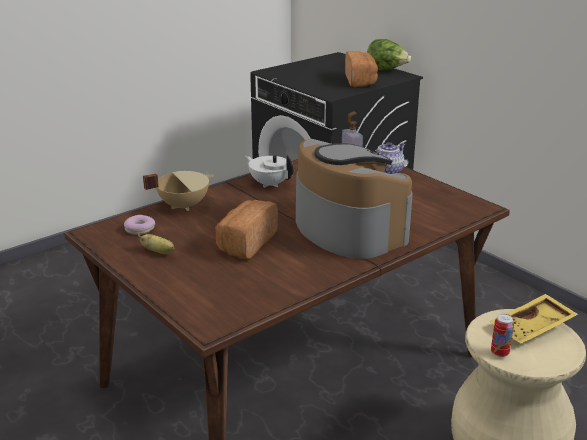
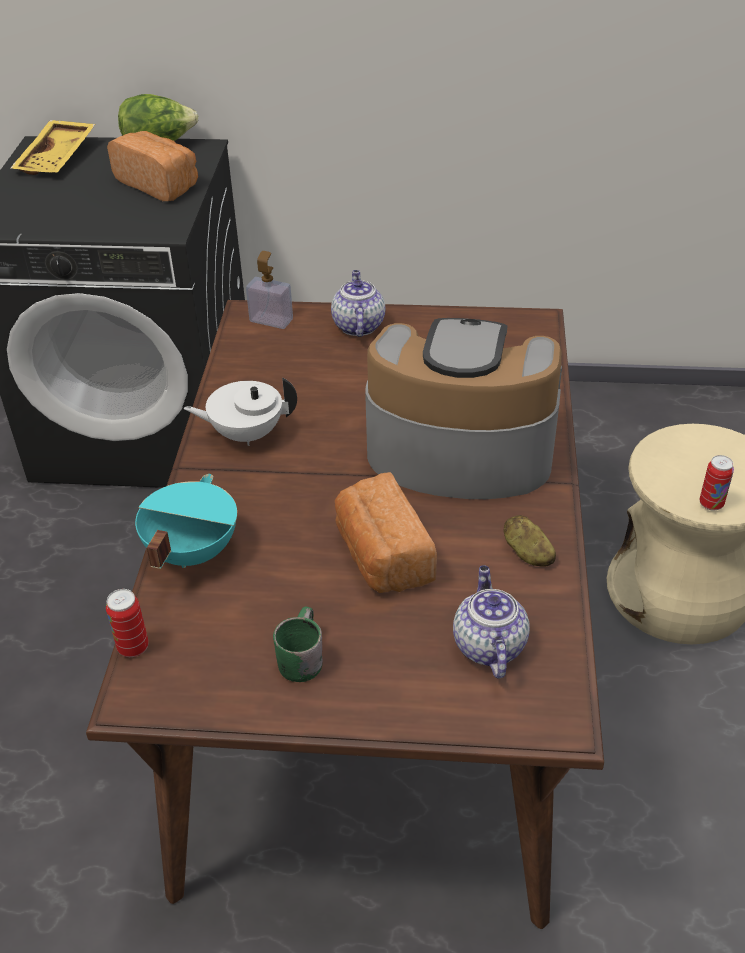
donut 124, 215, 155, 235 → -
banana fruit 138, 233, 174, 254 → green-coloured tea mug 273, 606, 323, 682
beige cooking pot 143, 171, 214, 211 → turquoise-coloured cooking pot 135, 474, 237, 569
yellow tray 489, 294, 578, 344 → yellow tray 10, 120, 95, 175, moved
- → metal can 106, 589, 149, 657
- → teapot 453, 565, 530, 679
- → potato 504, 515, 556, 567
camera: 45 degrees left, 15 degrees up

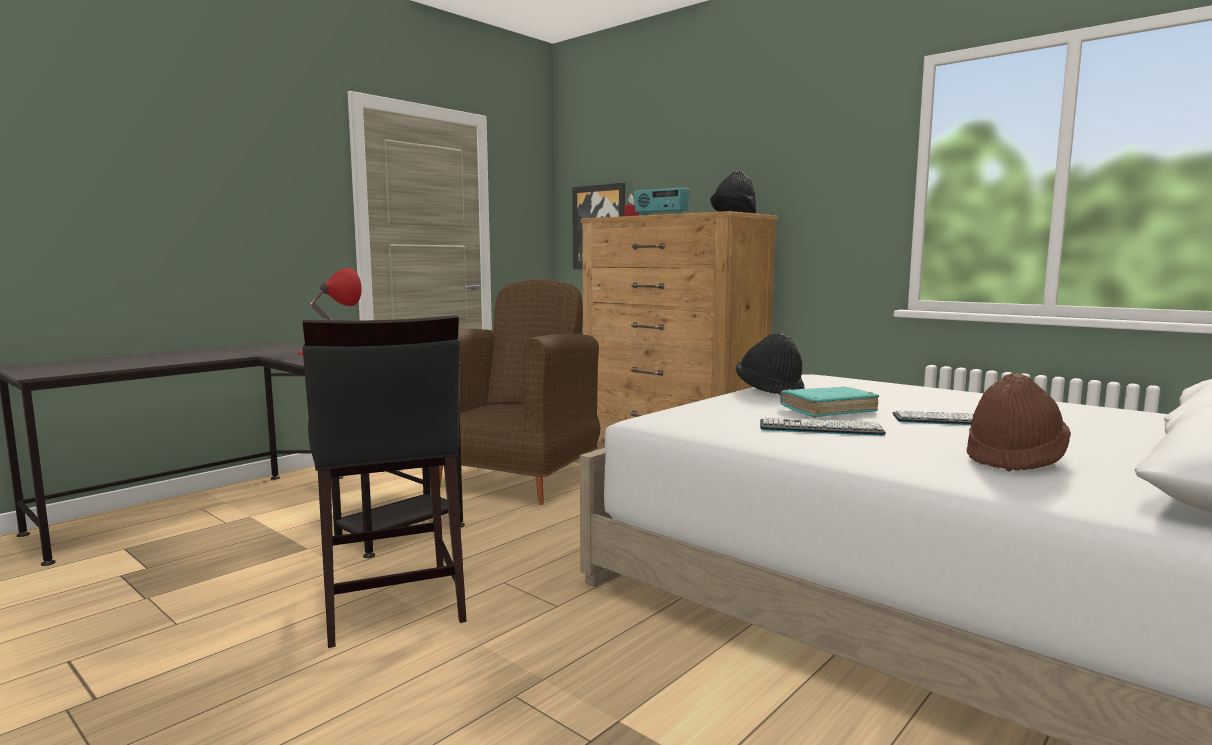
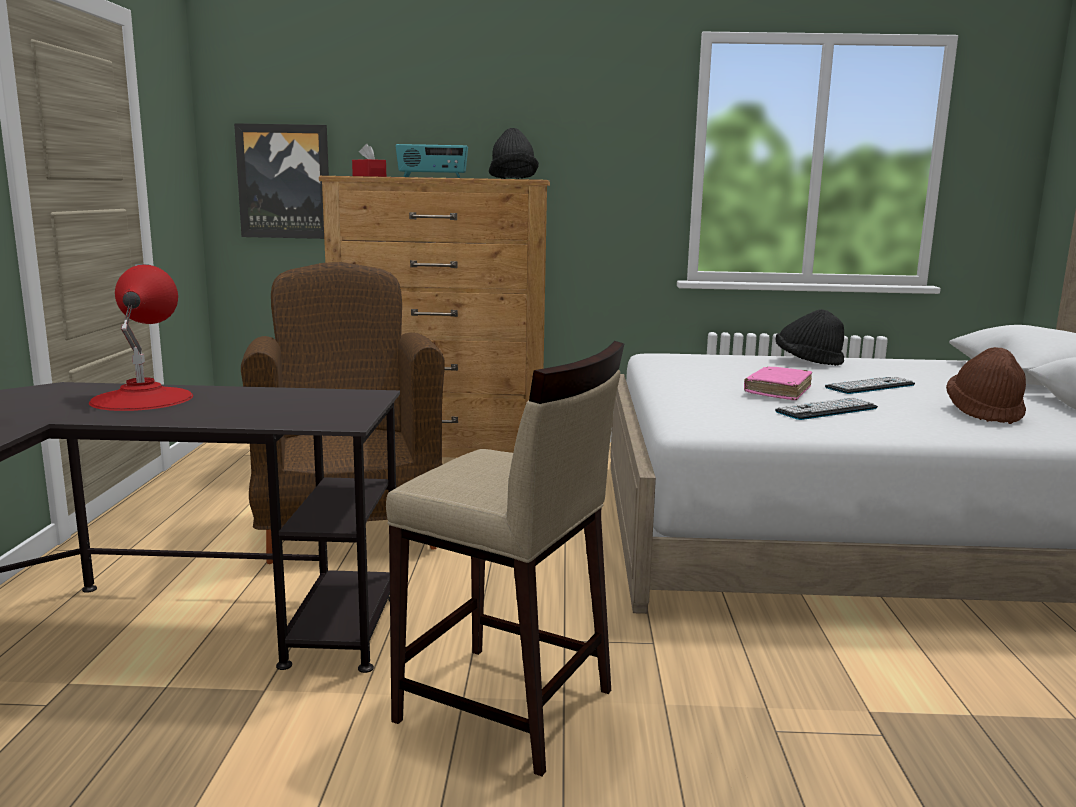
black-coloured sitting stool 303, 315, 467, 648 → beige sitting stool 386, 341, 624, 776
black-coloured wearable hat 736, 333, 805, 395 → black-coloured wearable hat 776, 309, 844, 366, moved
turquoise-coloured volume 780, 386, 879, 418 → pink-coloured volume 744, 367, 812, 400
camera: 40 degrees left, 5 degrees up

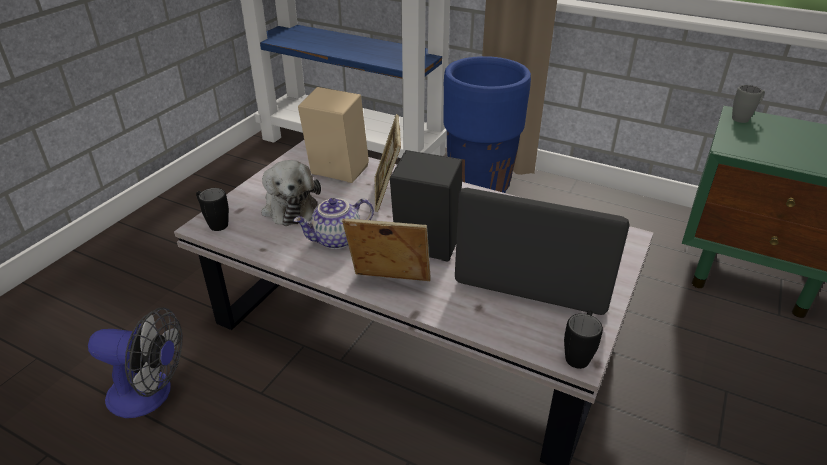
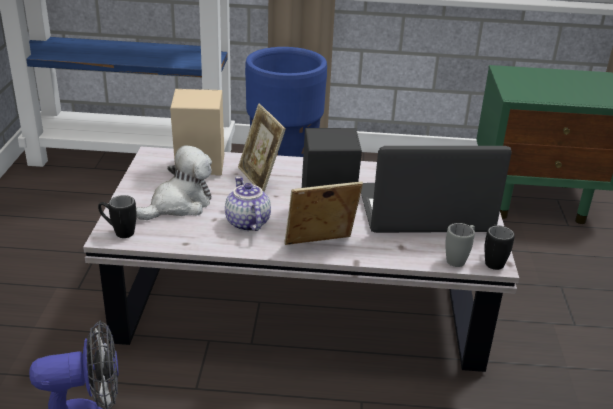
soft toy 261, 160, 321, 226 → soft toy 136, 145, 212, 220, 90 degrees counterclockwise
teapot 293, 198, 374, 249 → teapot 225, 176, 271, 231, 120 degrees clockwise
grey tea mug 732, 85, 765, 123 → grey tea mug 445, 223, 475, 267, moved
camera: 25 degrees left, 5 degrees down

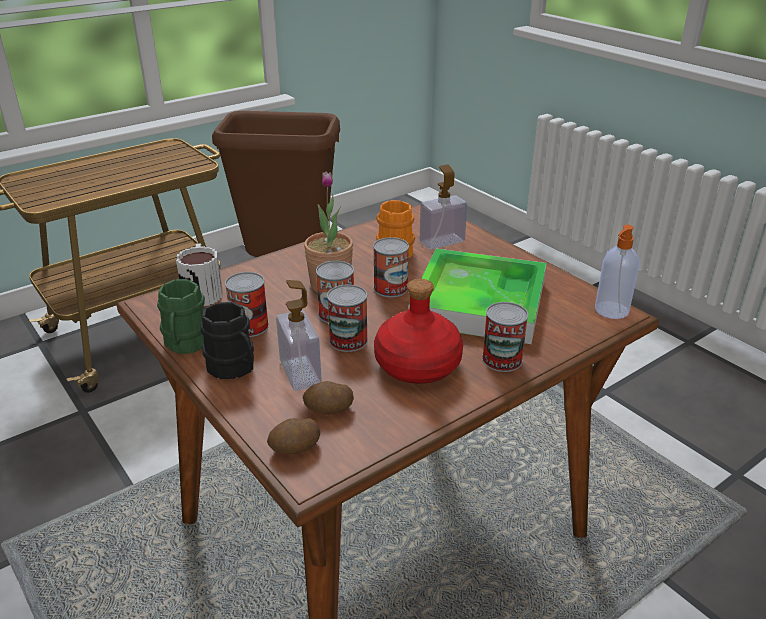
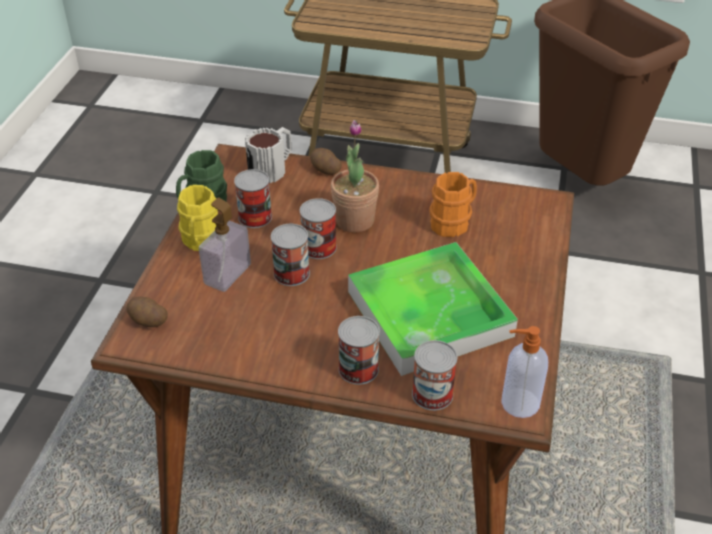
black-coloured tea mug 200, 302, 254, 379 → yellow tea mug 177, 185, 218, 251
potato 303, 381, 354, 414 → potato 310, 148, 342, 175, moved
metal can 373, 237, 409, 297 → metal can 412, 340, 457, 411, moved
red-coloured beverage bottle 374, 279, 463, 384 → -
soap bottle 420, 165, 467, 250 → -
camera: 50 degrees right, 10 degrees up

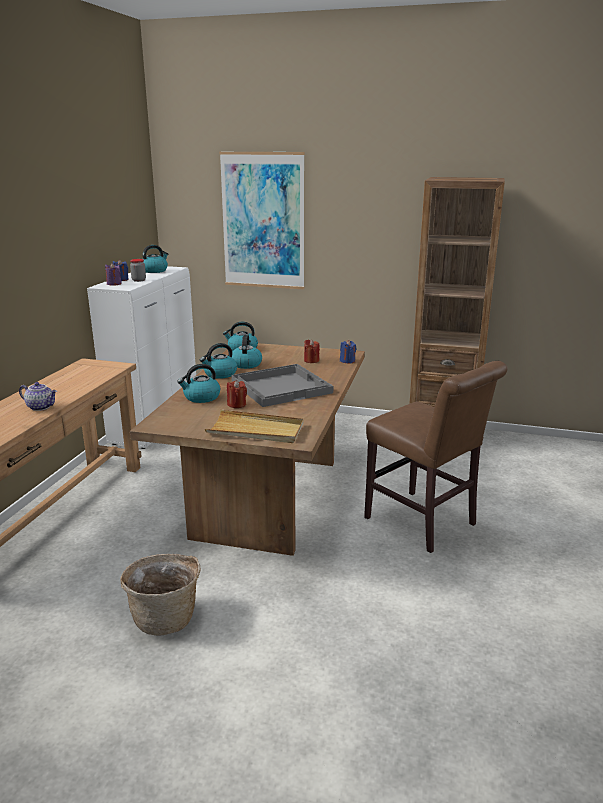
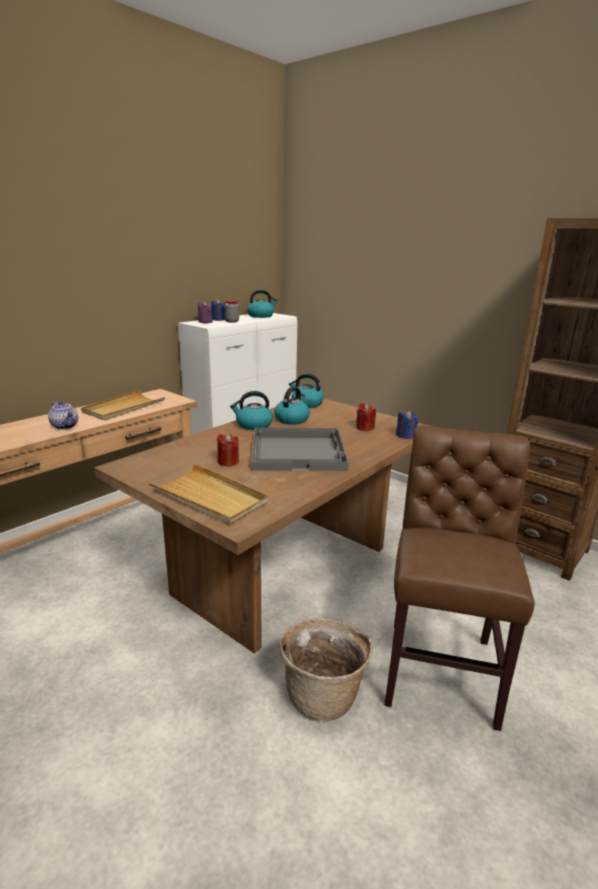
household basket 120, 554, 200, 636 → household basket 279, 618, 373, 721, moved
water kettle 177, 364, 220, 403 → -
wall picture 219, 152, 305, 289 → -
brown-coloured chair 364, 361, 507, 553 → brown-coloured chair 385, 426, 535, 731, 150 degrees counterclockwise
- → beige tray 81, 390, 165, 421
camera: 25 degrees right, 0 degrees up

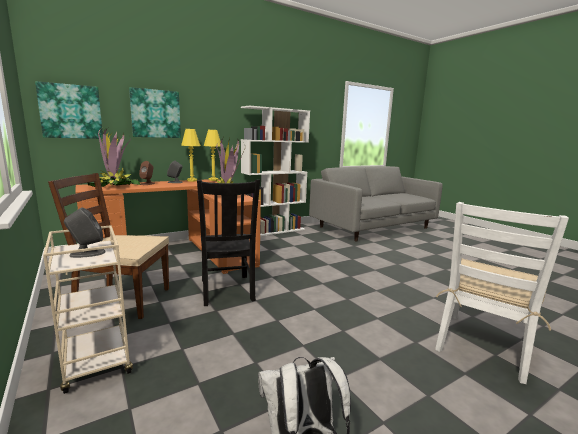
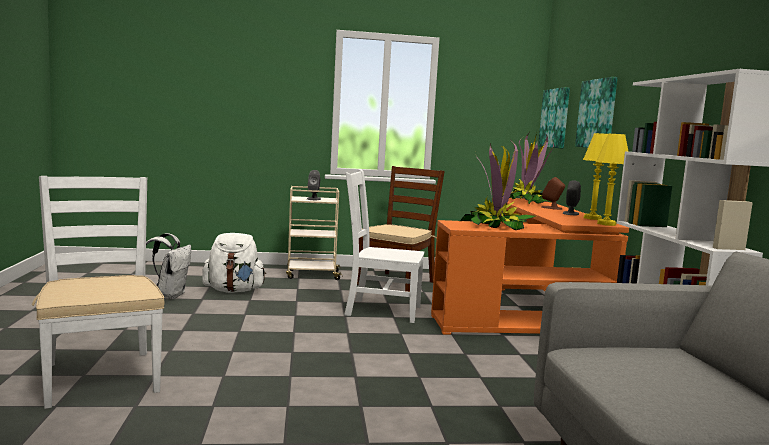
black-coloured chair 197, 179, 260, 306 → white-coloured chair 344, 169, 424, 323
- → white-coloured knapsack 202, 233, 266, 293
camera: 115 degrees right, 5 degrees down

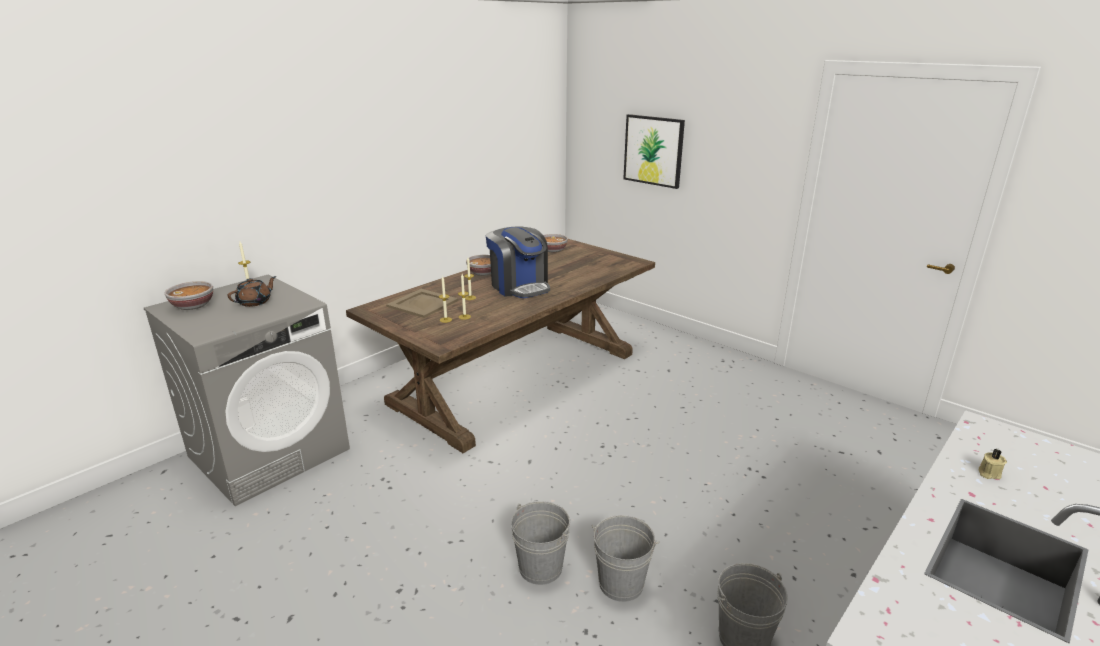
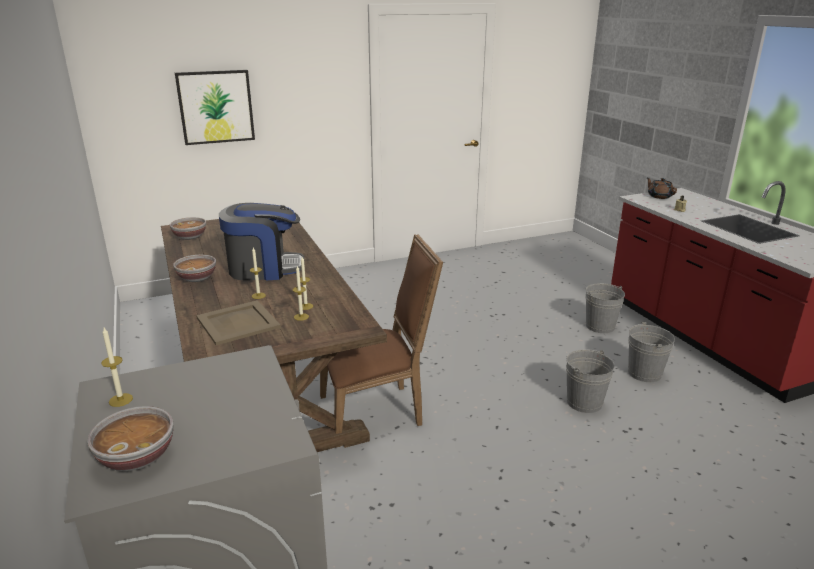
brown-coloured teapot 228, 276, 276, 307 → brown-coloured teapot 646, 177, 677, 199, moved
grey bucket 511, 501, 570, 585 → grey bucket 585, 283, 625, 333, moved
- → brown-coloured chair 320, 234, 443, 447
camera: 65 degrees left, 0 degrees up

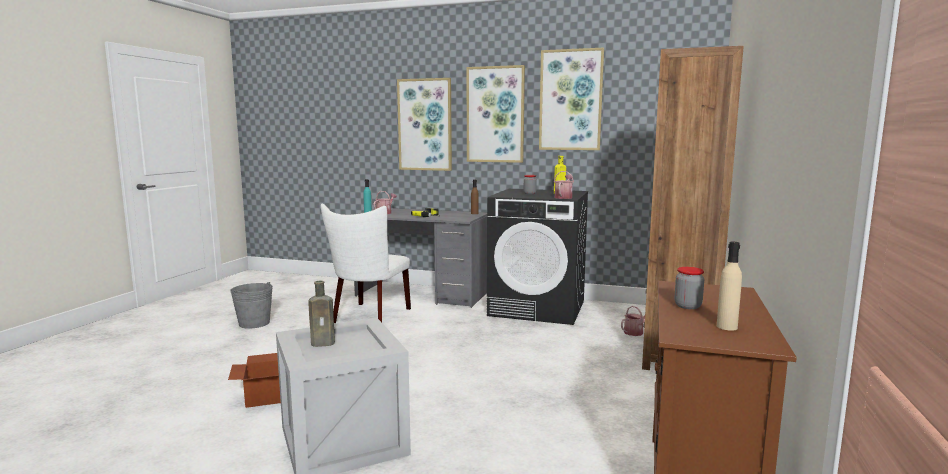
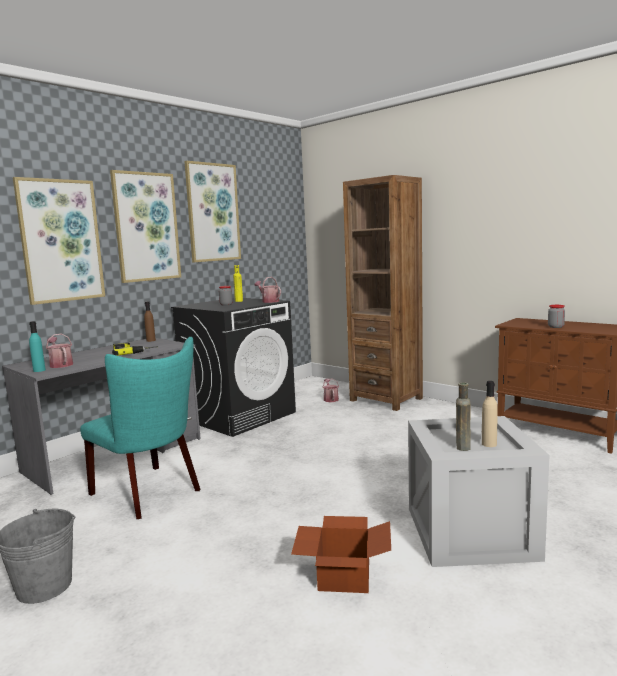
white-coloured chair 321, 204, 411, 323 → turquoise-coloured chair 80, 337, 200, 519
beige beverage bottle 717, 242, 742, 331 → beige beverage bottle 482, 381, 498, 447, moved
camera: 65 degrees left, 0 degrees up

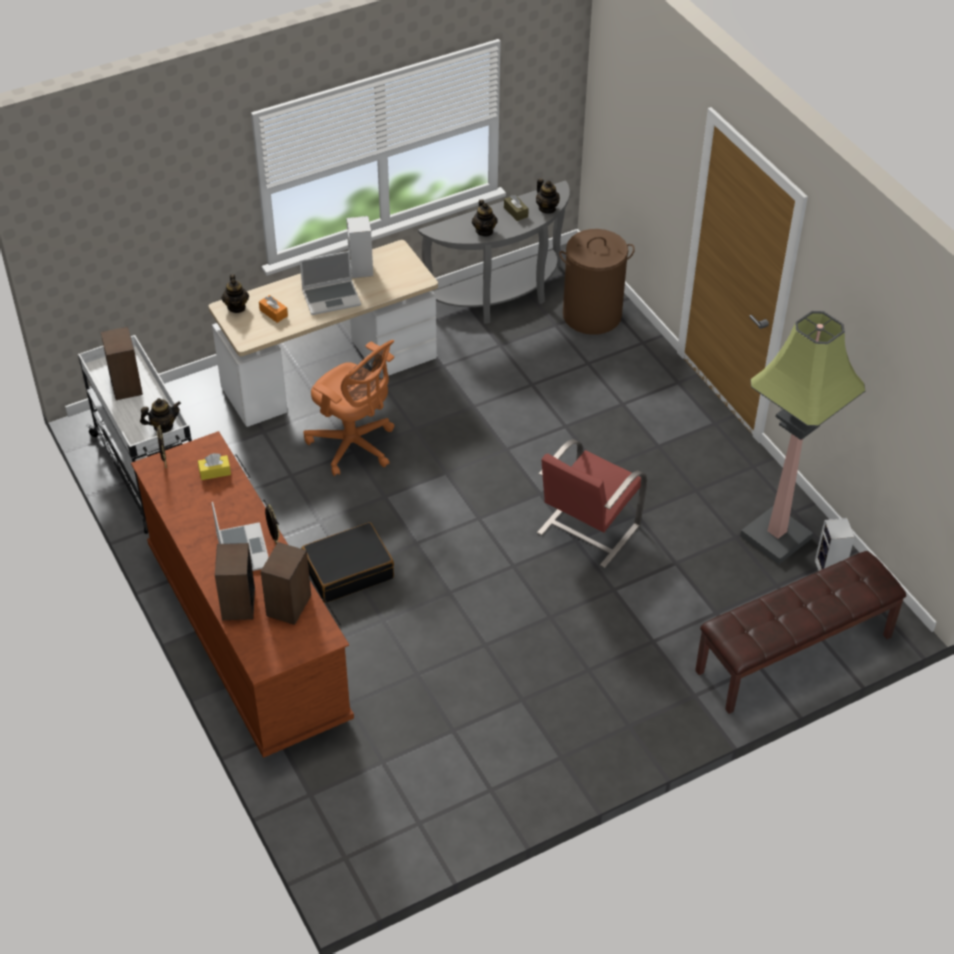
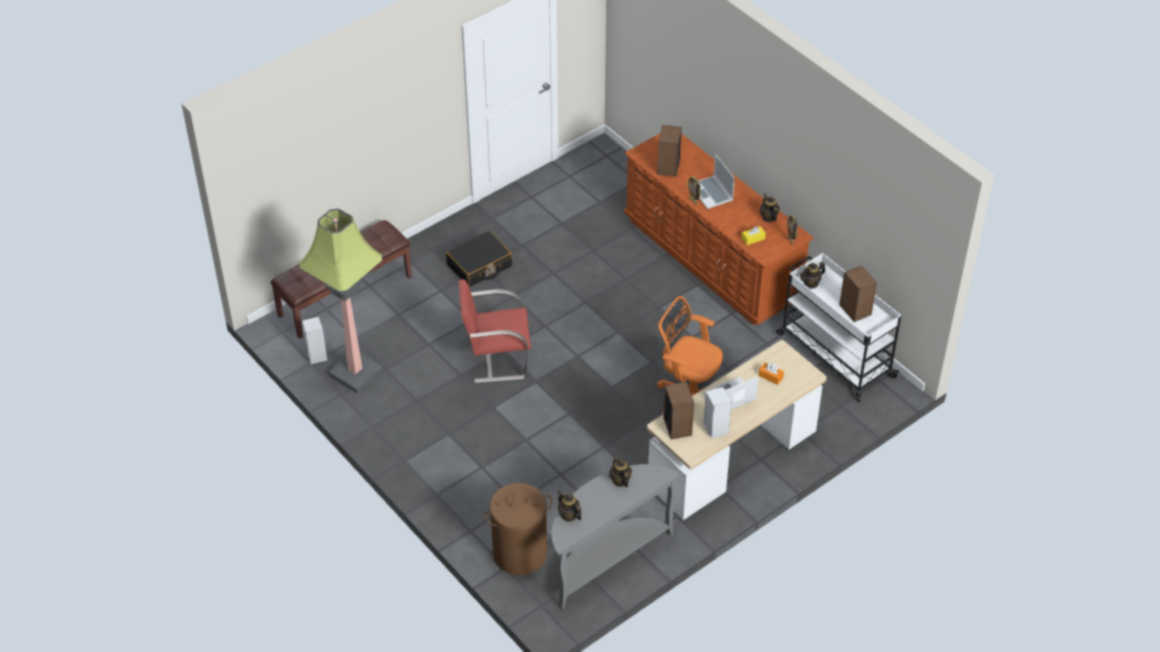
audio speaker 215, 543, 255, 620 → audio speaker 663, 382, 694, 439, moved
teapot 221, 274, 249, 313 → teapot 760, 193, 780, 222, moved
black-coloured travel case 301, 522, 394, 603 → black-coloured travel case 446, 231, 512, 287, moved
brown-coloured tissue holder 504, 195, 529, 221 → -
red-coloured chair 537, 439, 647, 568 → red-coloured chair 458, 279, 531, 383, 120 degrees counterclockwise
camera: 170 degrees right, 0 degrees up

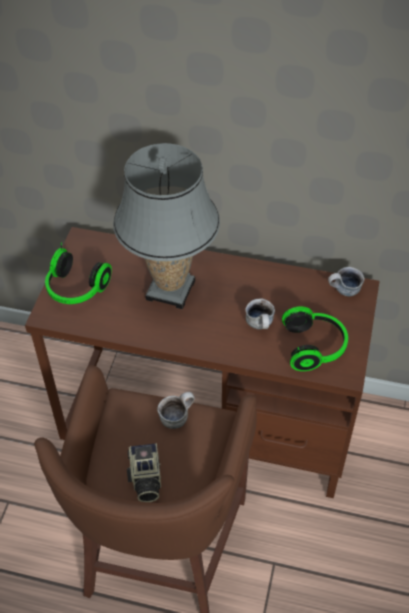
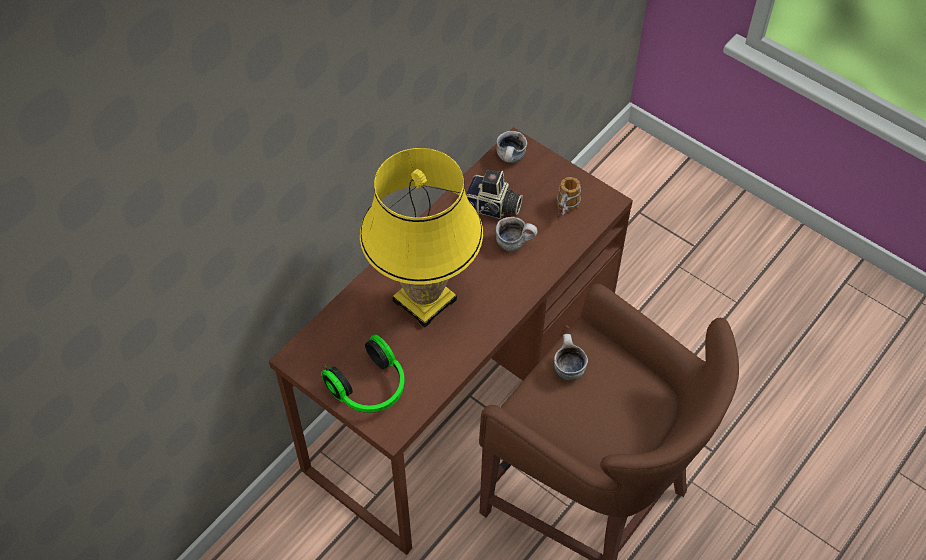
grey tabletop lamp 113, 143, 220, 309 → yellow tabletop lamp 360, 148, 483, 328
photo camera 127, 443, 161, 502 → photo camera 466, 170, 523, 219, moved
pair of headphones 282, 306, 348, 371 → tea mug 557, 177, 581, 218
camera: 65 degrees left, 5 degrees up

